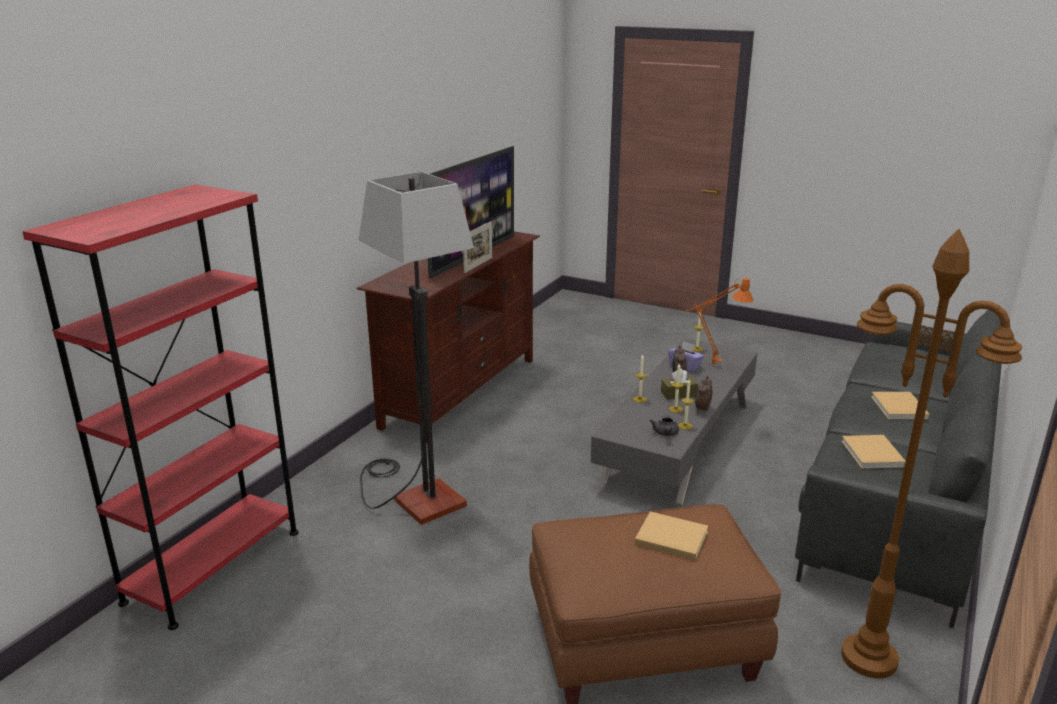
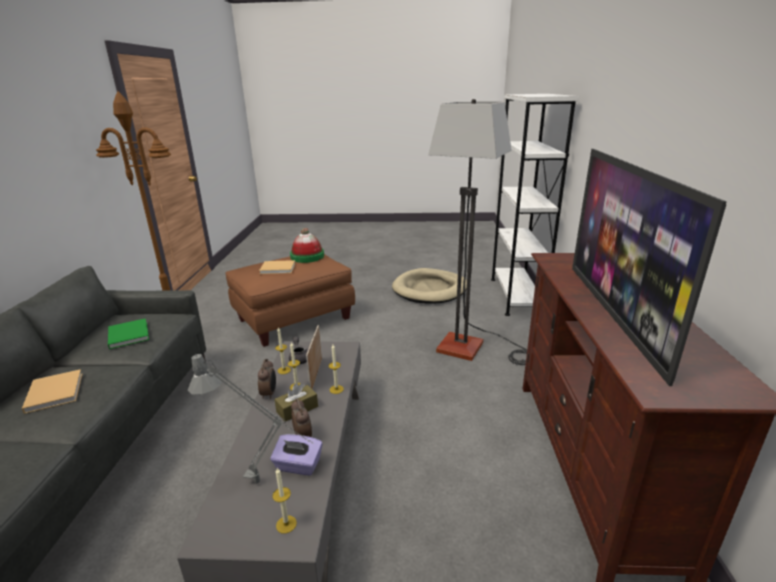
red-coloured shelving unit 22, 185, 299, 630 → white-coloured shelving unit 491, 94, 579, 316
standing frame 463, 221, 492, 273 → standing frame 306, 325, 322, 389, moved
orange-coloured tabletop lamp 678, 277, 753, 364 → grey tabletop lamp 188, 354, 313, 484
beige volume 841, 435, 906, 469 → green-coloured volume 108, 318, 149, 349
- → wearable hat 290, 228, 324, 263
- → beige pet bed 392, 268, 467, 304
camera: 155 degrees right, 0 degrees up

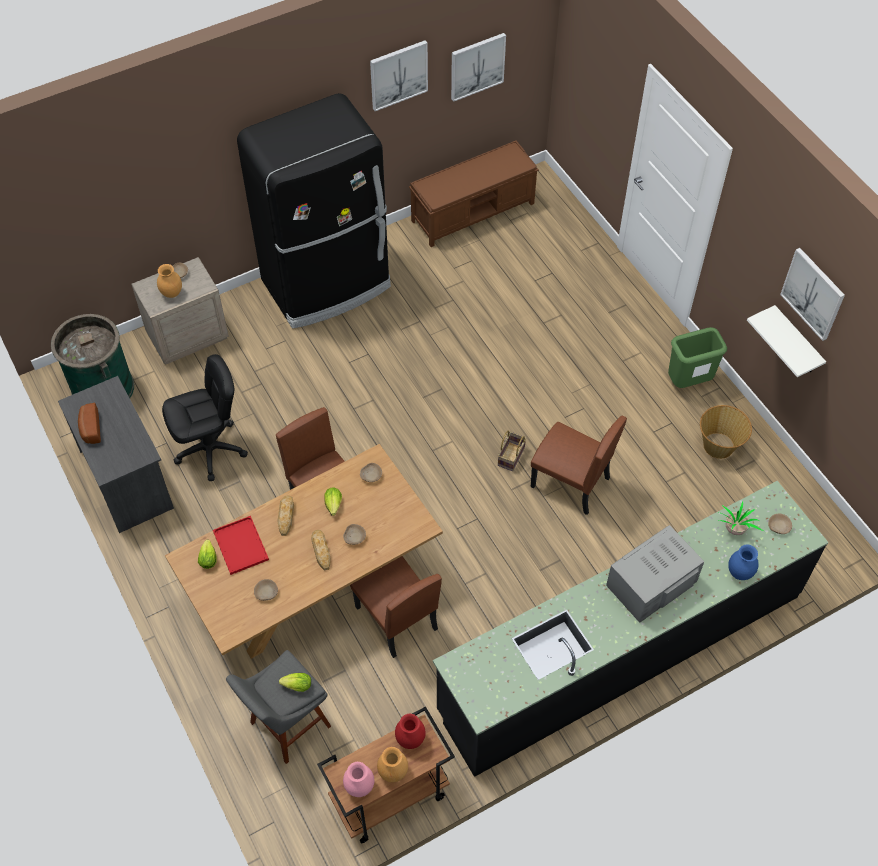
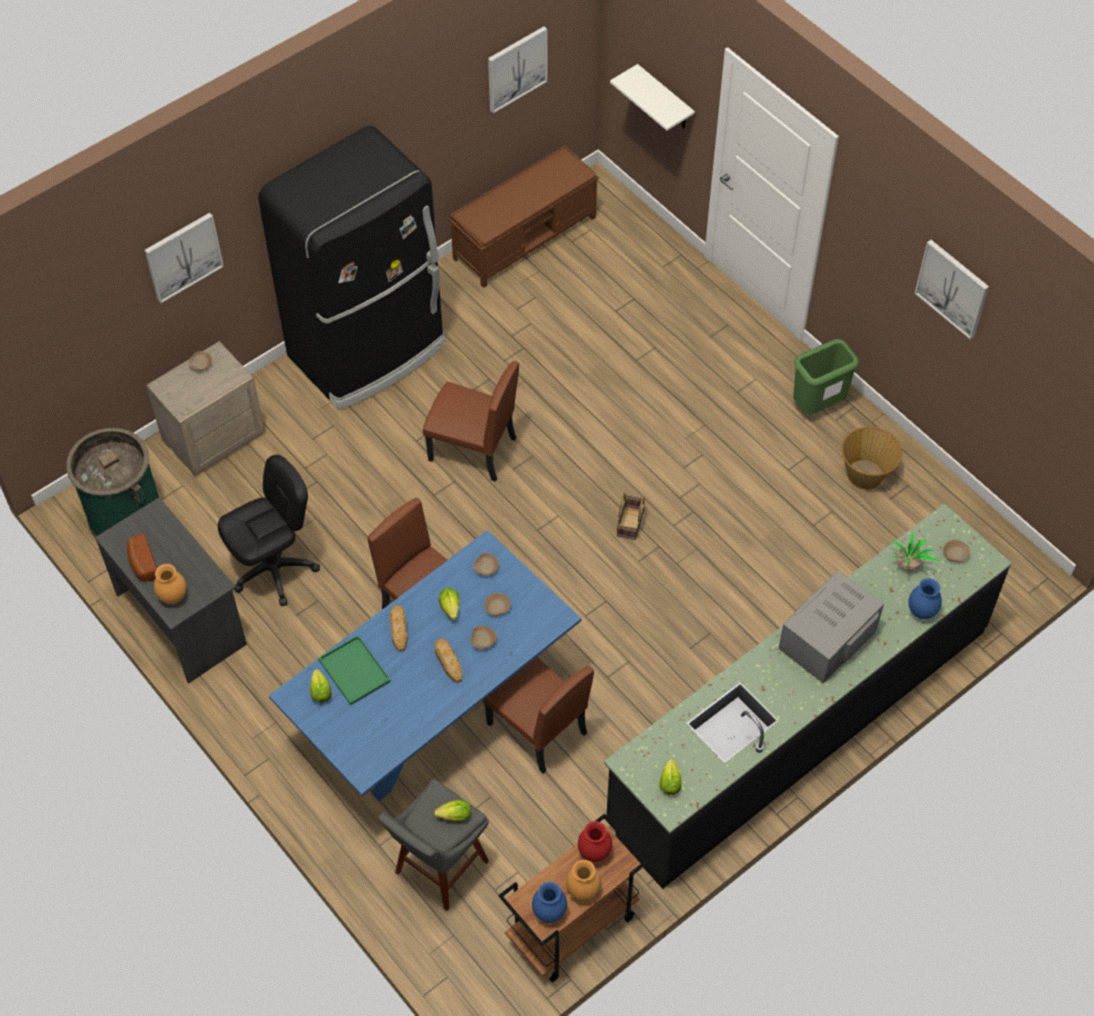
brown-coloured vase 157, 264, 182, 298 → brown-coloured vase 154, 564, 186, 604, moved
brown-coloured dining table 165, 444, 443, 659 → blue-coloured dining table 269, 530, 582, 801
red-coloured tray 213, 516, 269, 575 → green-coloured tray 318, 635, 391, 705
beige deep dish 254, 579, 278, 601 → beige deep dish 484, 593, 511, 616, moved
pink-coloured vase 343, 762, 374, 797 → blue-coloured vase 532, 882, 567, 923
wall picture 370, 40, 428, 111 → wall picture 145, 213, 224, 303, moved
brown-coloured chair 531, 416, 627, 515 → brown-coloured chair 423, 361, 519, 482, moved
white-coloured bracket shelf 747, 305, 826, 377 → white-coloured bracket shelf 610, 64, 695, 131, moved
- → lettuce head 659, 759, 681, 795
camera: 10 degrees left, 0 degrees up

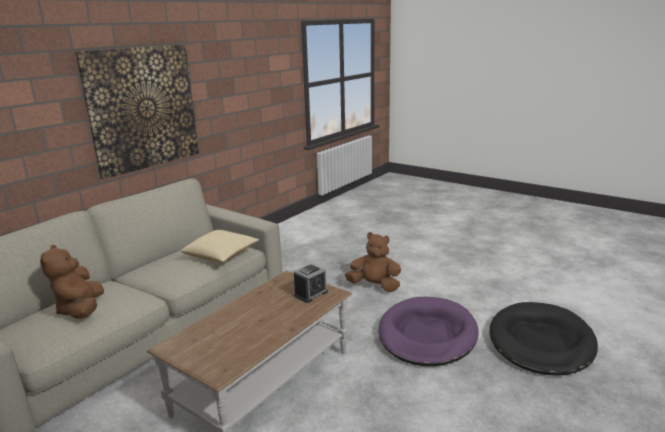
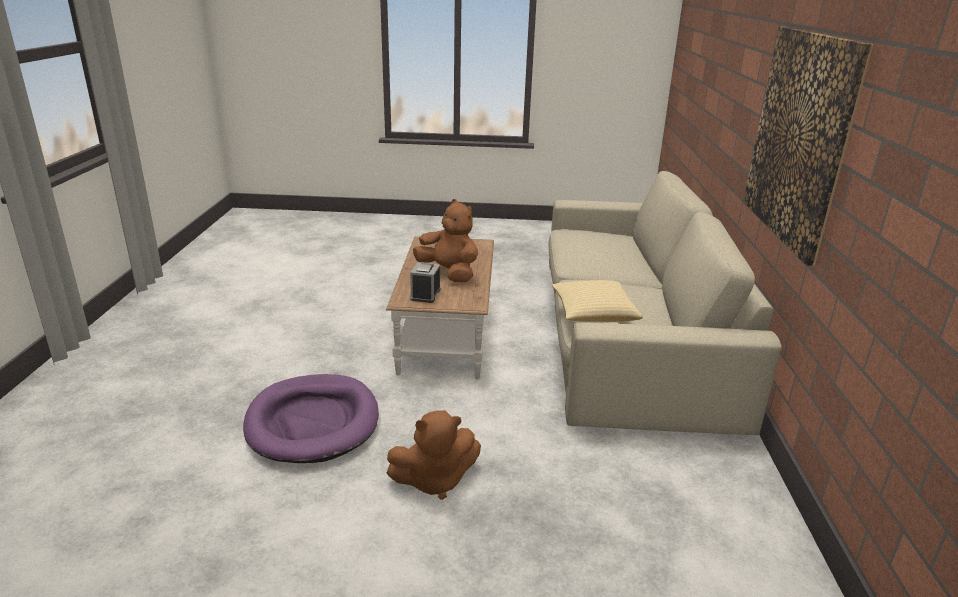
brown-coloured soft toy 40, 245, 104, 318 → brown-coloured soft toy 413, 199, 478, 282, moved
black-coloured pet bed 489, 302, 598, 376 → -
camera: 145 degrees right, 5 degrees up

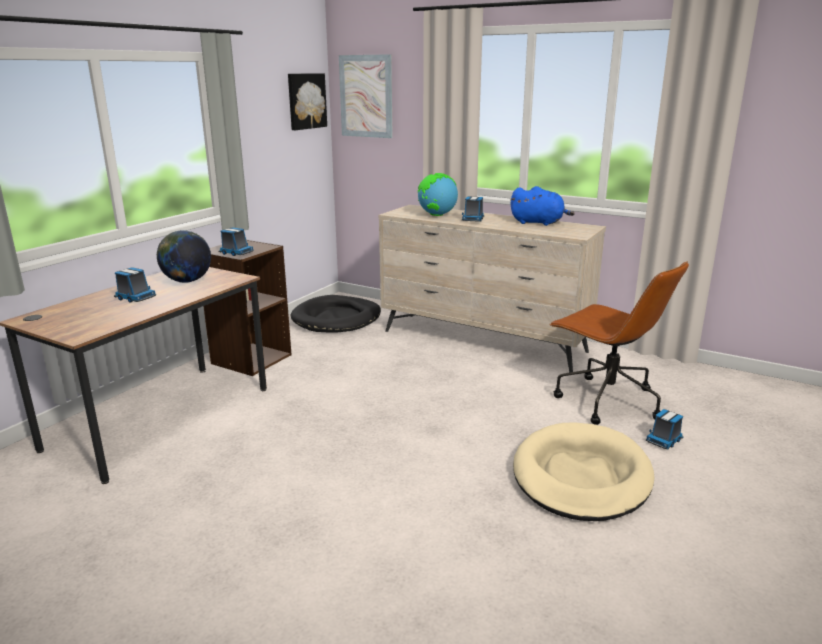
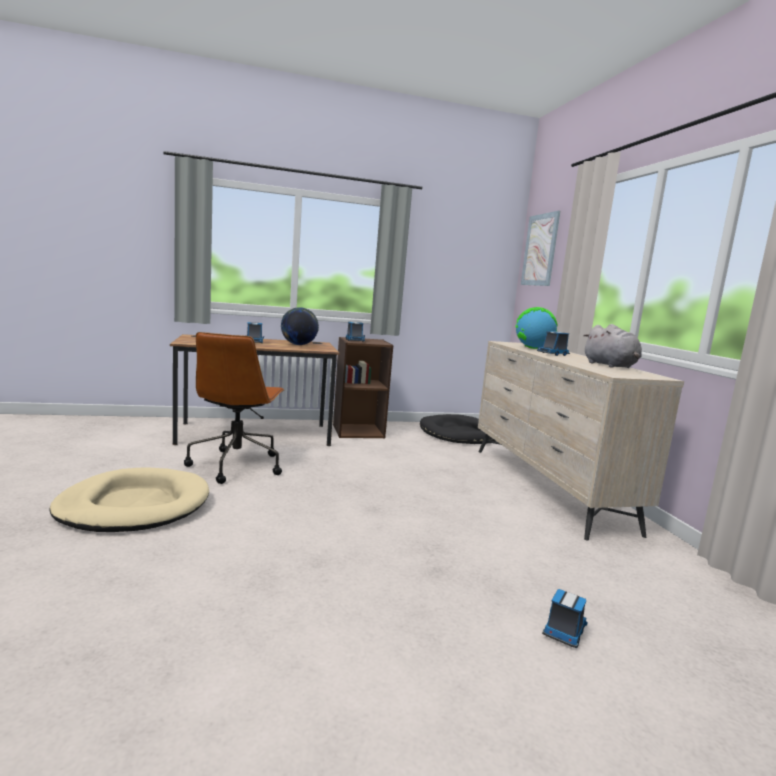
wall picture 288, 73, 327, 130 → -
blue-coloured soft toy 511, 186, 575, 226 → grey soft toy 584, 324, 642, 368
beige pet bed 513, 422, 654, 521 → beige pet bed 50, 468, 209, 532, moved
brown-coloured computer chair 549, 261, 689, 425 → brown-coloured computer chair 184, 332, 285, 484, moved
toy truck 646, 409, 683, 449 → toy truck 542, 589, 588, 648, 120 degrees clockwise
camera: 45 degrees right, 10 degrees down

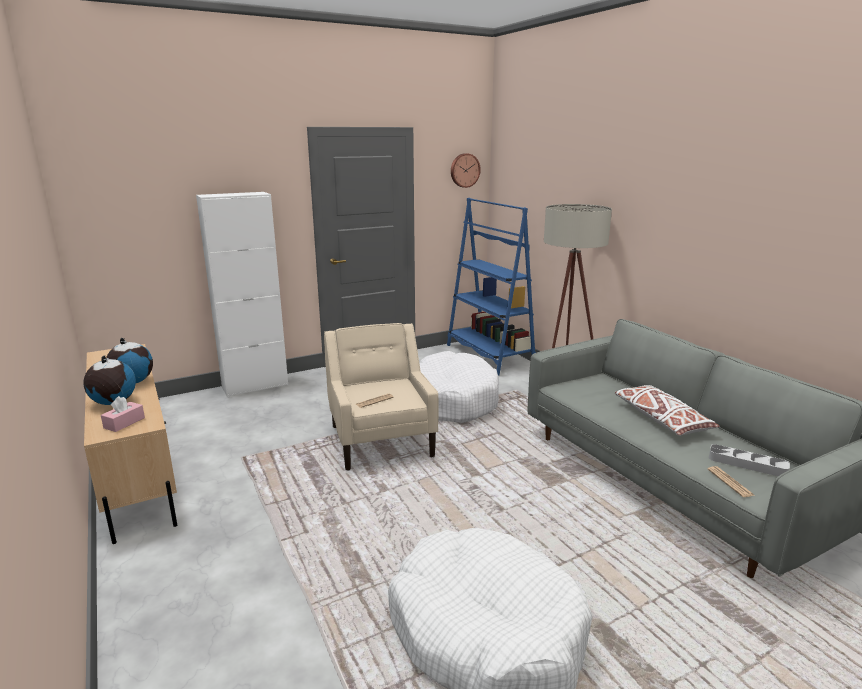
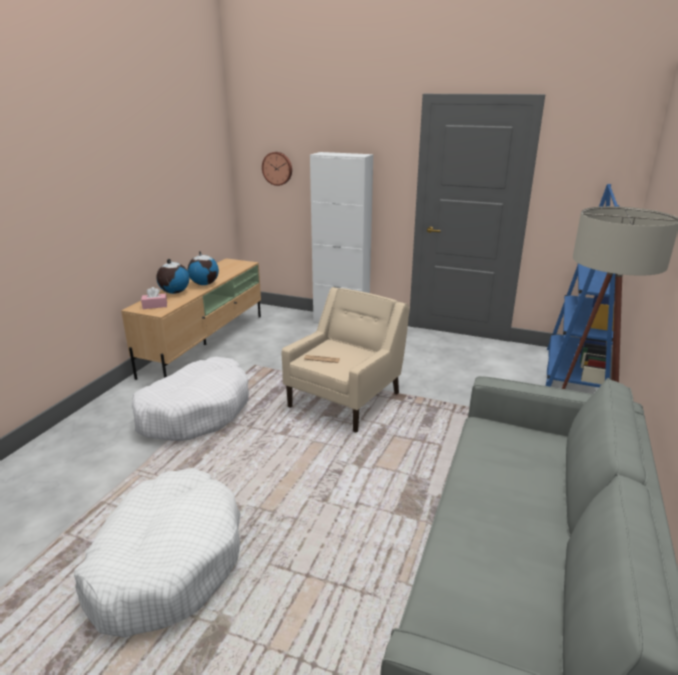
white-coloured pet bed 419, 351, 499, 423 → white-coloured pet bed 132, 357, 249, 441, moved
wall clock 451, 153, 481, 188 → wall clock 262, 152, 292, 186, moved
white-coloured pillow 615, 385, 720, 436 → -
daily paper 708, 466, 754, 497 → -
grey tray 709, 444, 790, 476 → -
camera: 50 degrees right, 5 degrees up

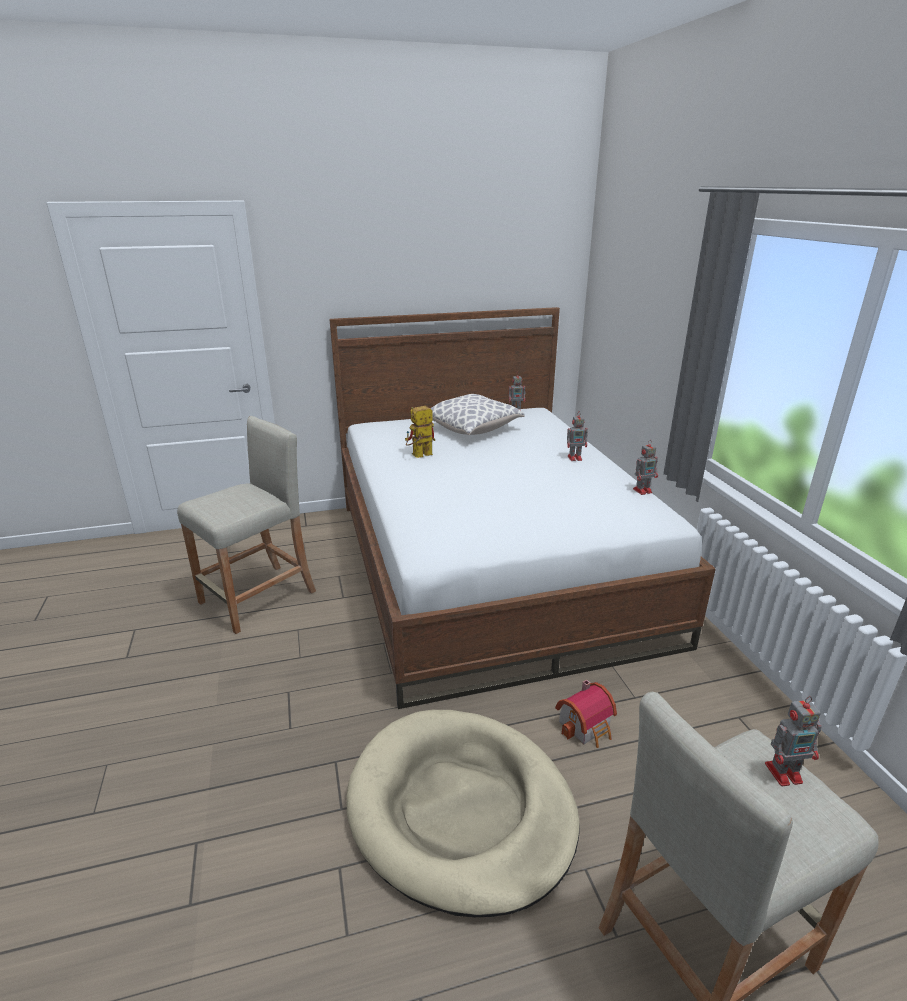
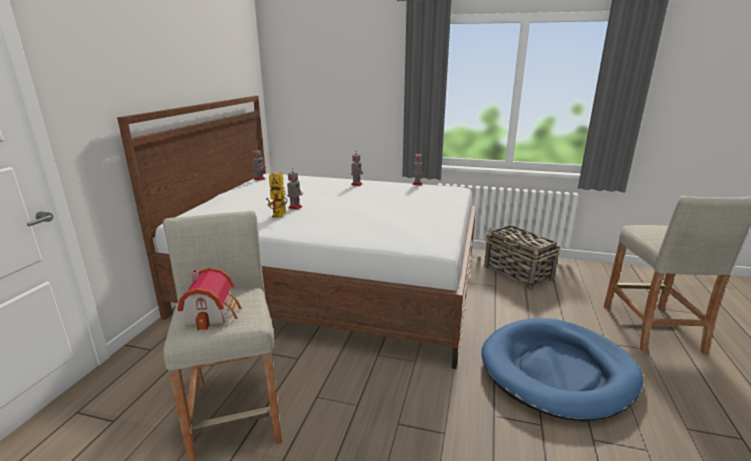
beige pet bed 346, 710, 580, 917 → blue-coloured pet bed 481, 318, 643, 422
pillow 430, 394, 525, 435 → -
model house 555, 680, 617, 748 → model house 177, 267, 242, 330, moved
model robot 765, 696, 821, 786 → model robot 287, 171, 303, 210, moved
- → household basket 484, 225, 560, 290
camera: 60 degrees left, 5 degrees down

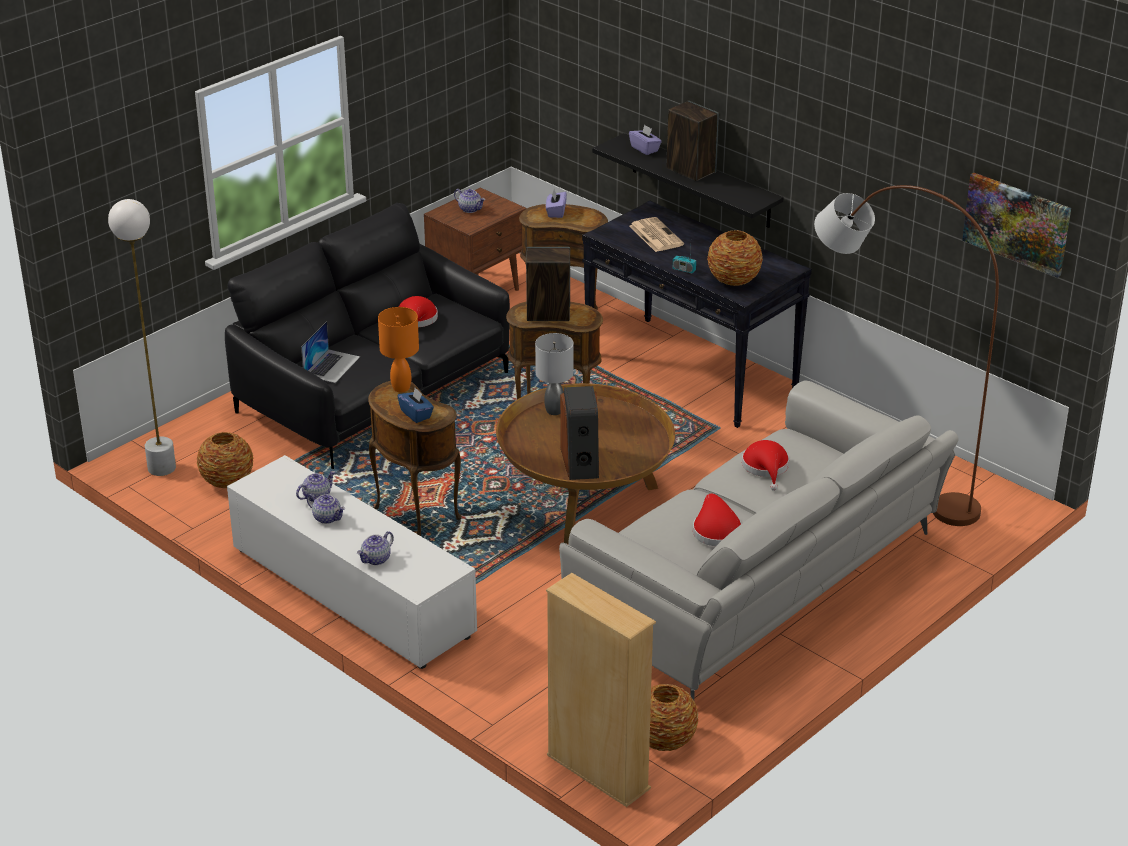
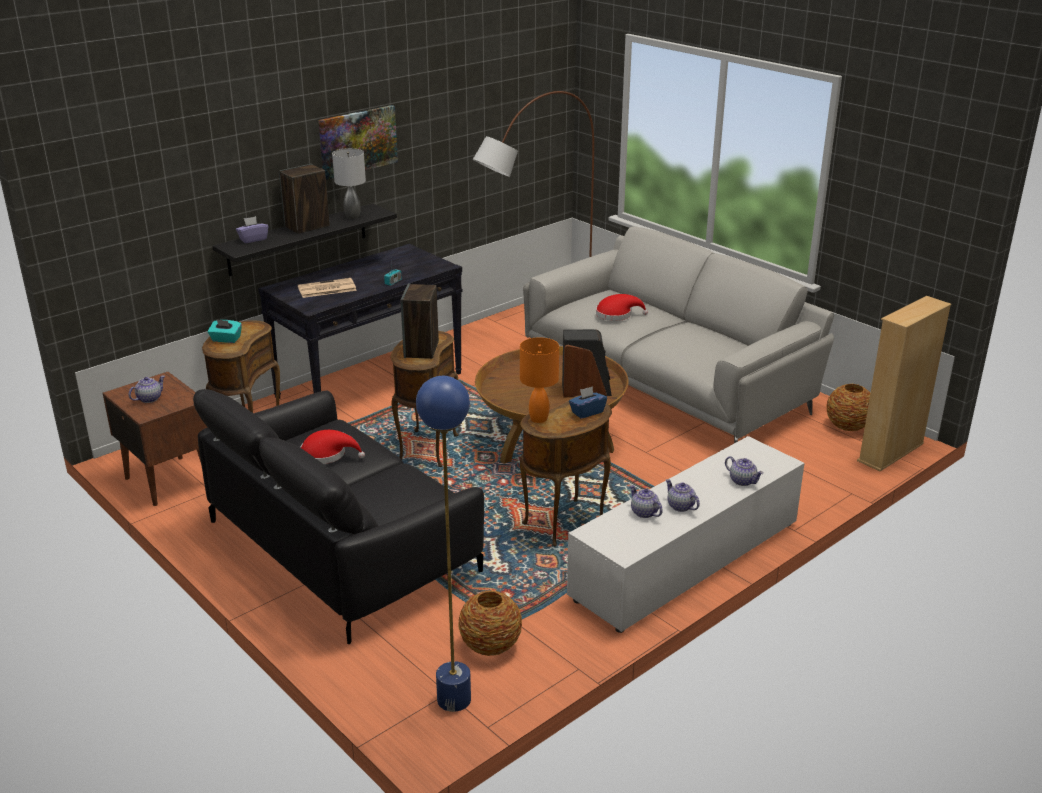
white-coloured standing lamp 108, 199, 176, 476 → blue-coloured standing lamp 416, 376, 471, 712
notebook computer 301, 321, 360, 383 → -
teapot 307, 494, 345, 524 → teapot 666, 479, 700, 512, 75 degrees counterclockwise
grey tabletop lamp 535, 333, 574, 415 → grey tabletop lamp 332, 148, 366, 219, moved
purple-coloured tissue holder 546, 189, 567, 218 → turquoise-coloured tissue holder 208, 319, 242, 343
red-coloured wearable hat 693, 494, 742, 546 → -
vase 707, 230, 763, 286 → -
wall picture 962, 173, 1071, 278 → wall picture 318, 105, 398, 180, moved
camera: 85 degrees left, 5 degrees down

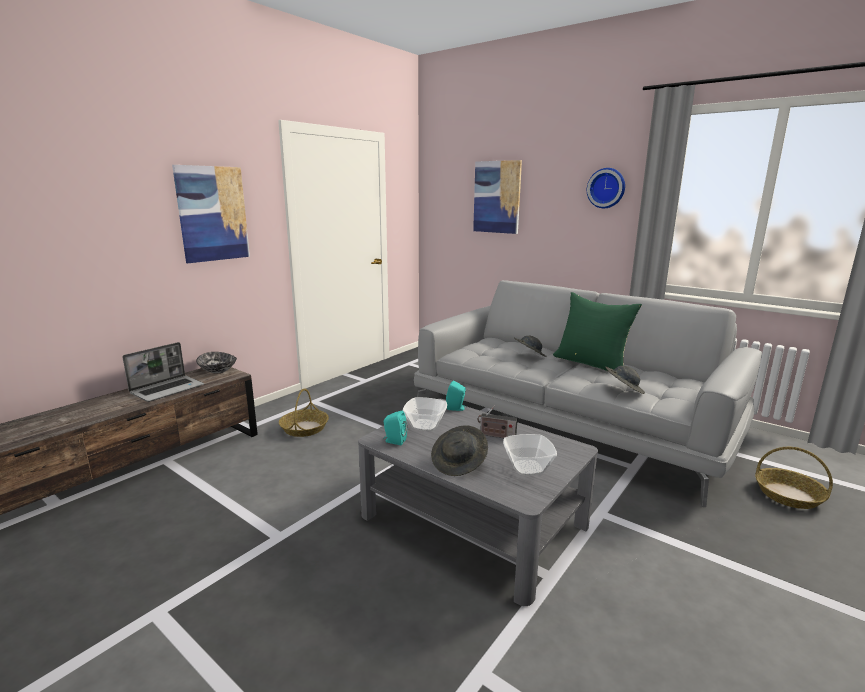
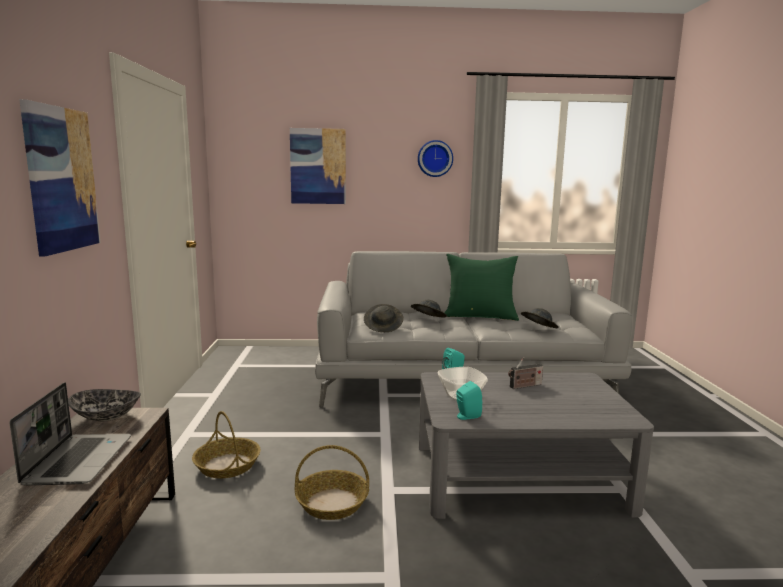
grey wearable hat 431, 425, 488, 476 → grey wearable hat 364, 304, 404, 332, moved
deep dish 503, 434, 557, 476 → -
household basket 755, 447, 833, 509 → household basket 295, 445, 369, 520, moved
camera: 40 degrees left, 5 degrees down

